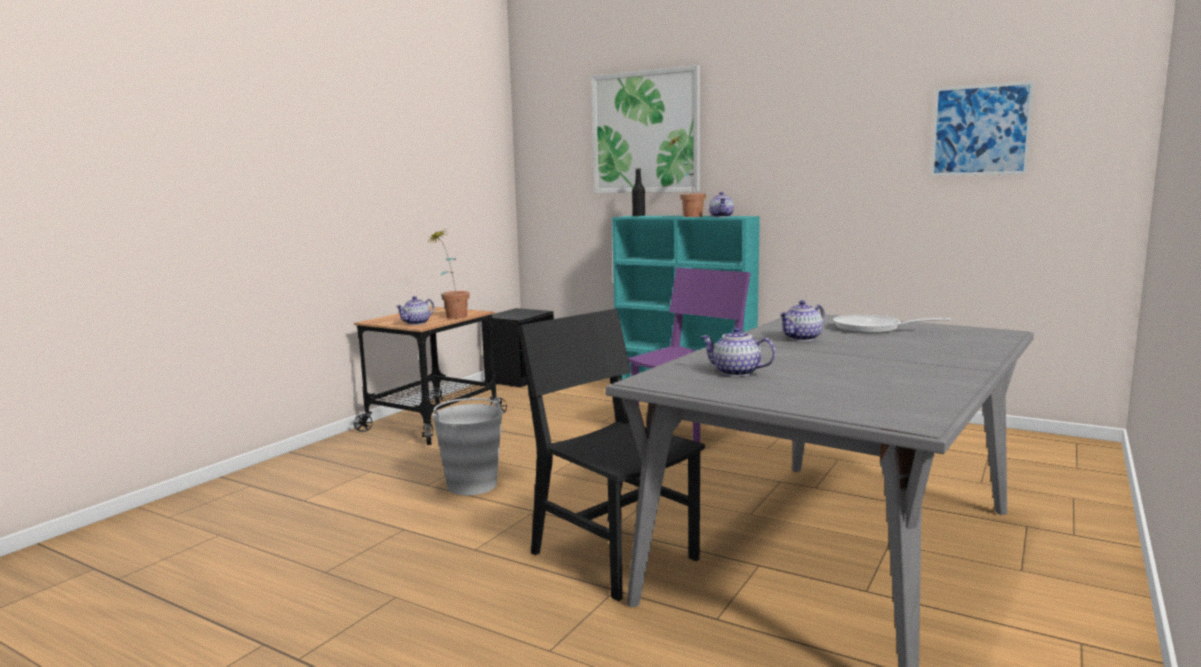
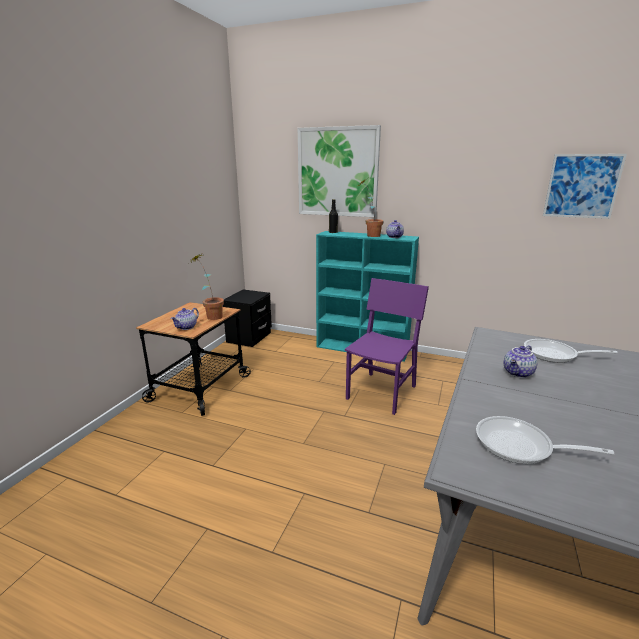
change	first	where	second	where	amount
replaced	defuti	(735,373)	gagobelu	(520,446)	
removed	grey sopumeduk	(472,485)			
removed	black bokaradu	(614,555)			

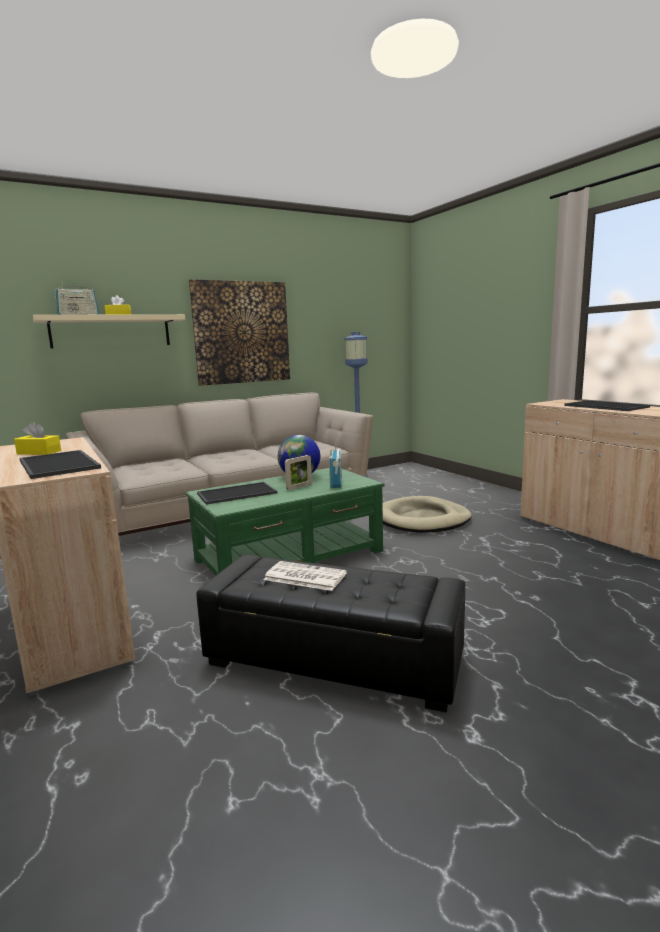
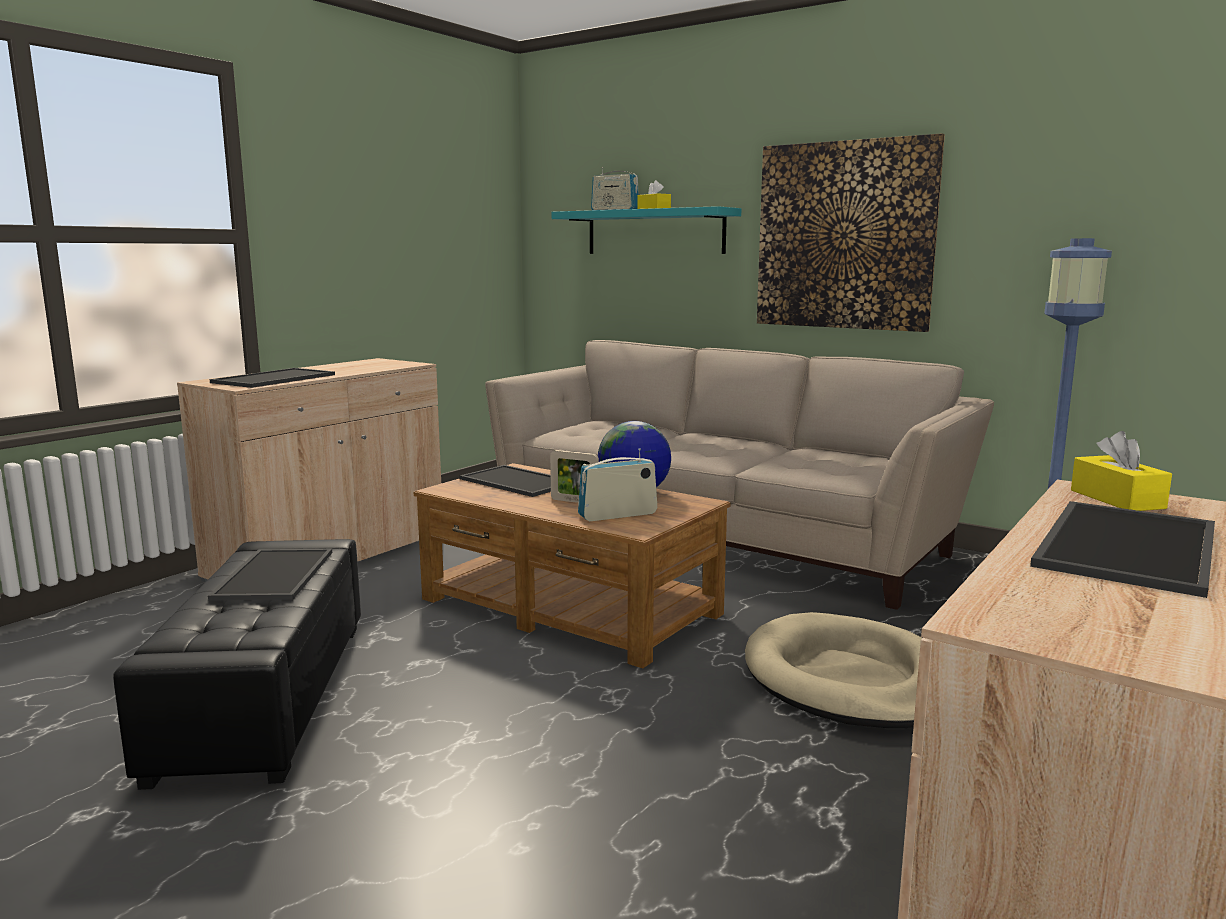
change	first	where	second	where	amount
replaced	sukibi	(304,577)	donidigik	(273,574)	
recoloured	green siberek	(290,555)	brown siberek	(570,607)	
recoloured	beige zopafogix	(111,331)	turquoise zopafogix	(654,232)	
moved	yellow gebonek	(39,452)		(1117,499)	

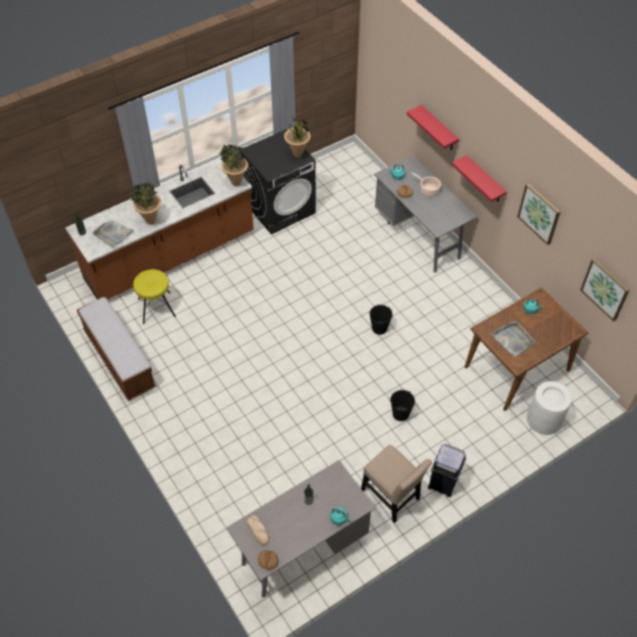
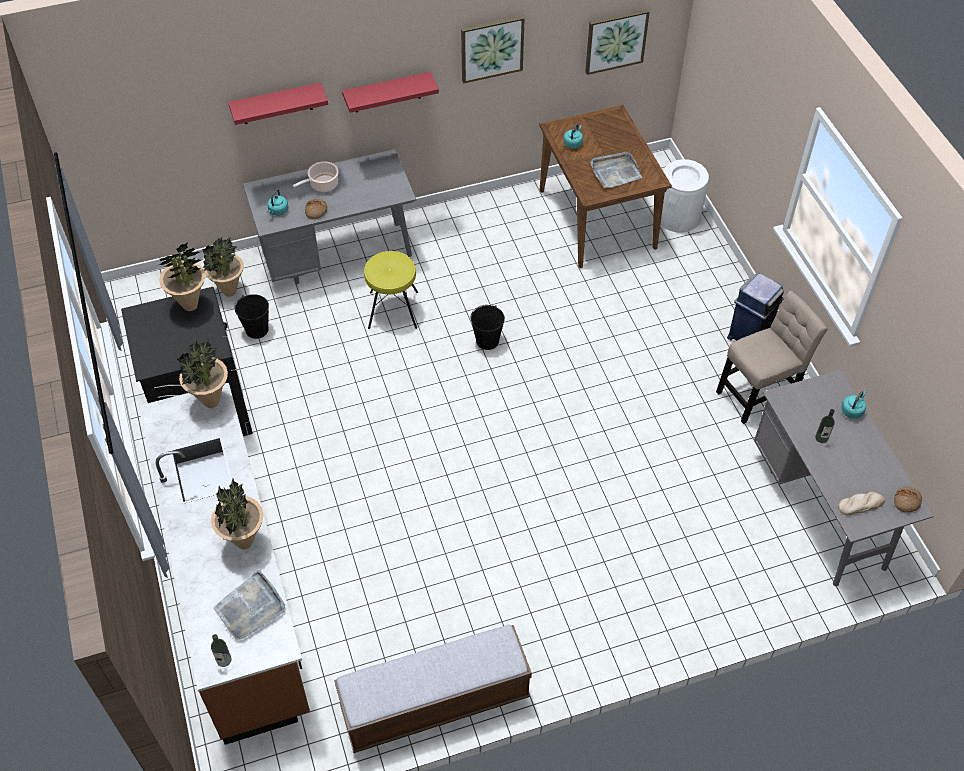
change	first	where	second	where	amount
added			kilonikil	(229,292)	
moved	black sopumeduk	(401,414)		(257,329)	
moved	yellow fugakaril	(156,308)		(393,310)	

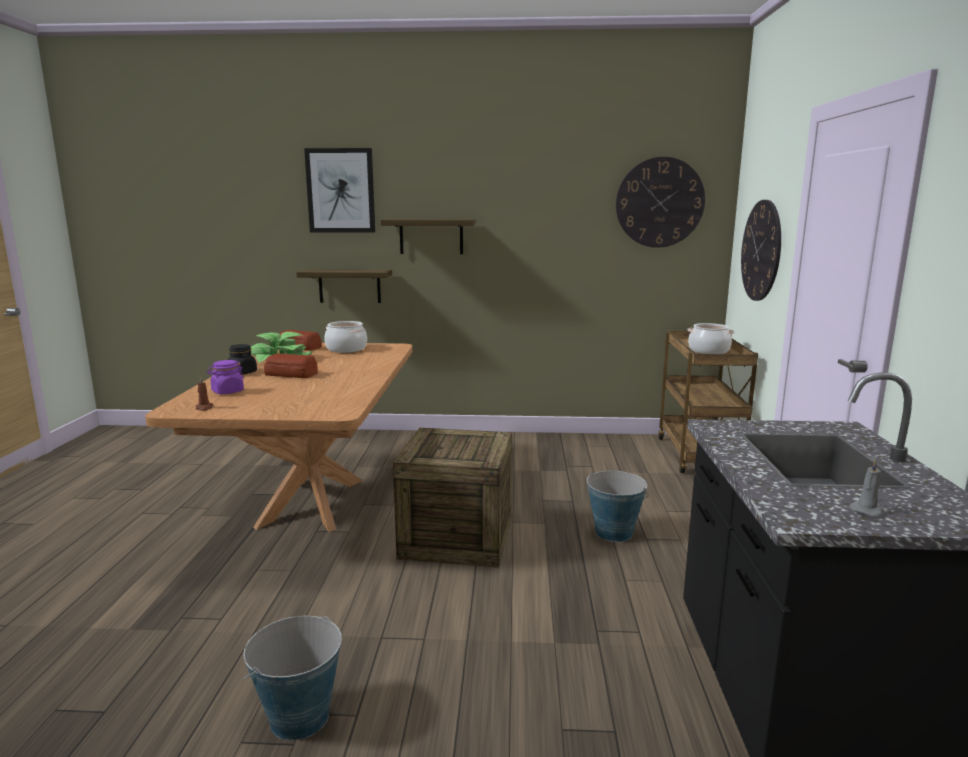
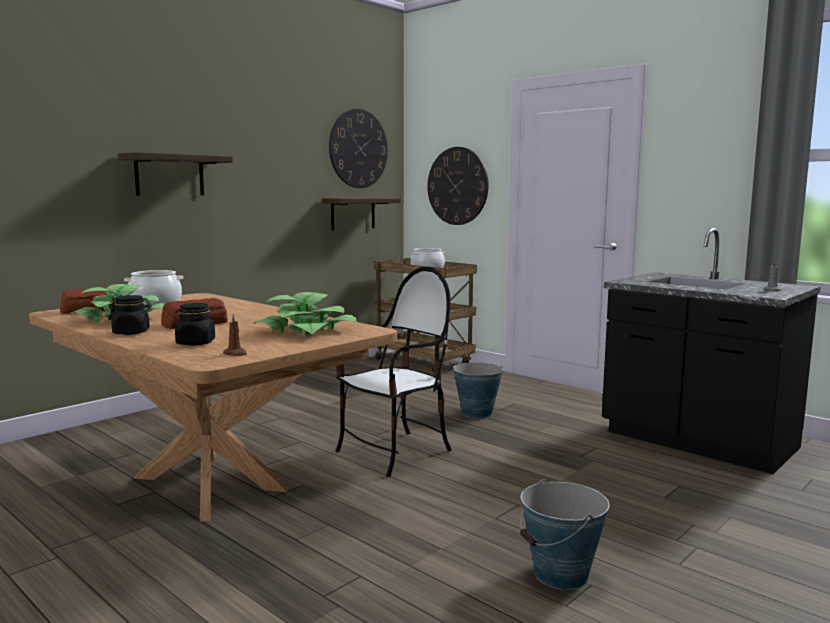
change	first	where	second	where	amount
recoloured	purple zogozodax	(227,392)	black zogozodax	(195,343)	
added			kilonikil	(306,331)	
moved	zopafogix	(349,286)		(353,213)	
replaced	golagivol	(457,537)	bokaradu	(395,453)	
removed	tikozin	(340,191)			

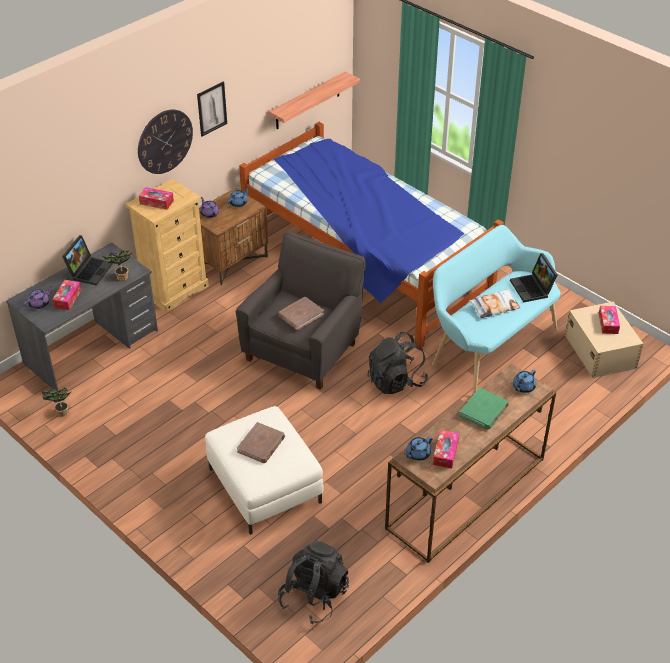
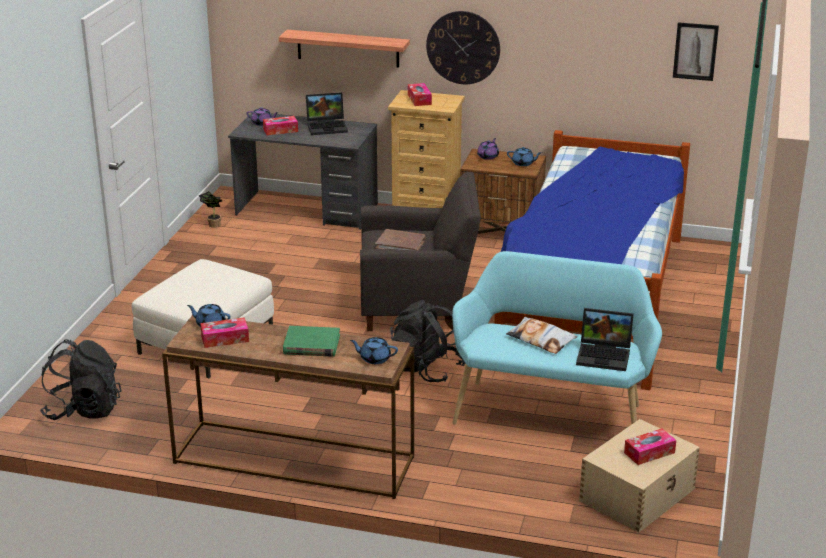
change	first	where	second	where	amount
moved	zopafogix	(308,101)		(348,48)	
turned	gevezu	(533,288)		(605,355)	120 degrees counterclockwise
moved	tikozin	(212,109)		(695,51)	
removed	kilonikil	(121,278)			
removed	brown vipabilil	(261,444)			

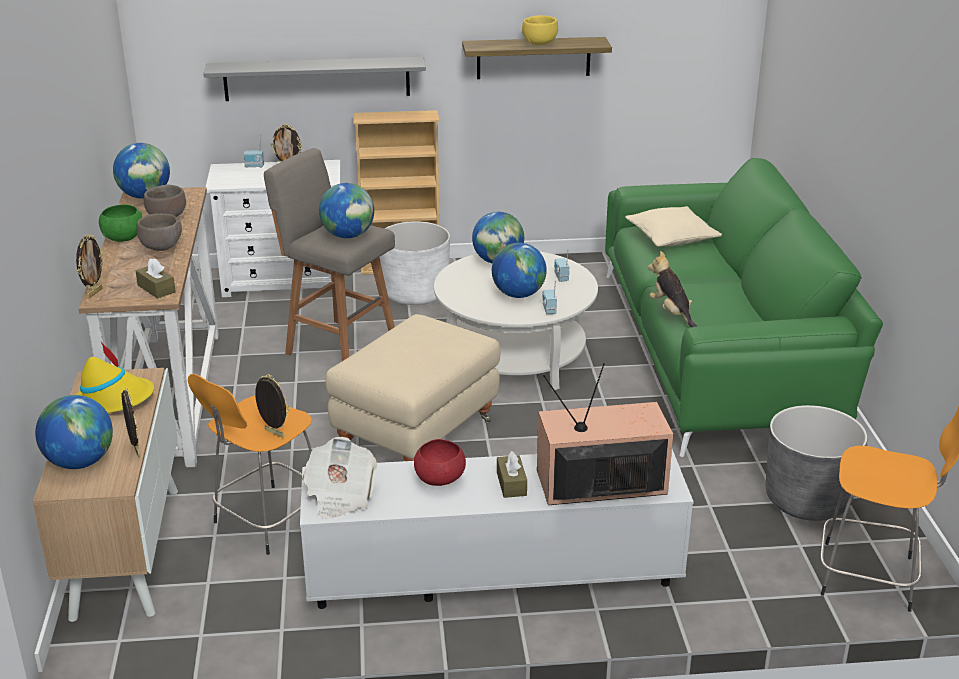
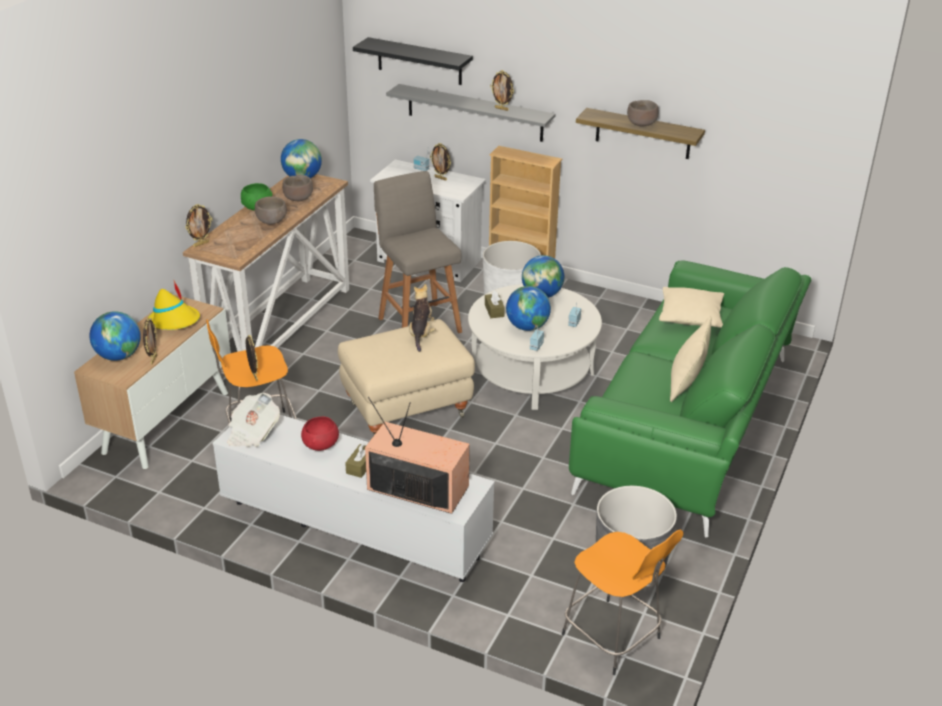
change	first	where	second	where	amount
added			black zopafogix	(419,61)	
moved	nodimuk	(671,313)		(421,334)	
moved	brown gebonek	(156,289)		(494,310)	
added			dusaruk	(502,109)	
recoloured	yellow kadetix	(539,44)	brown kadetix	(641,124)	
added			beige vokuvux	(686,385)	
removed	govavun	(348,235)			

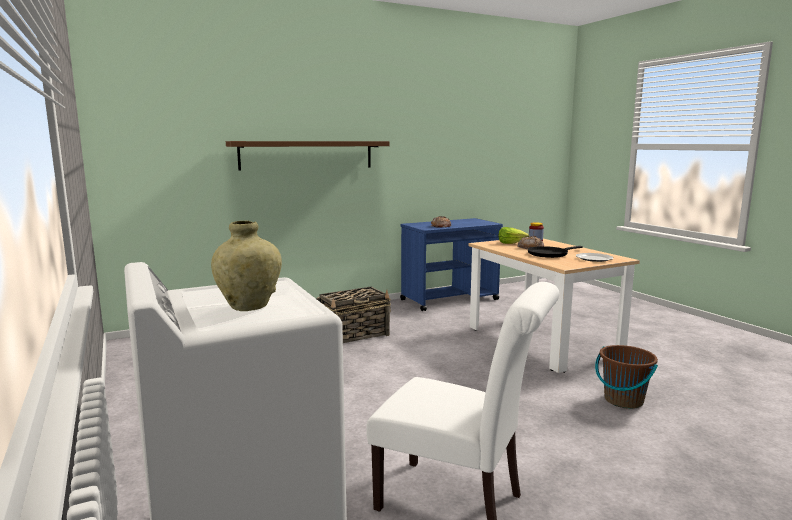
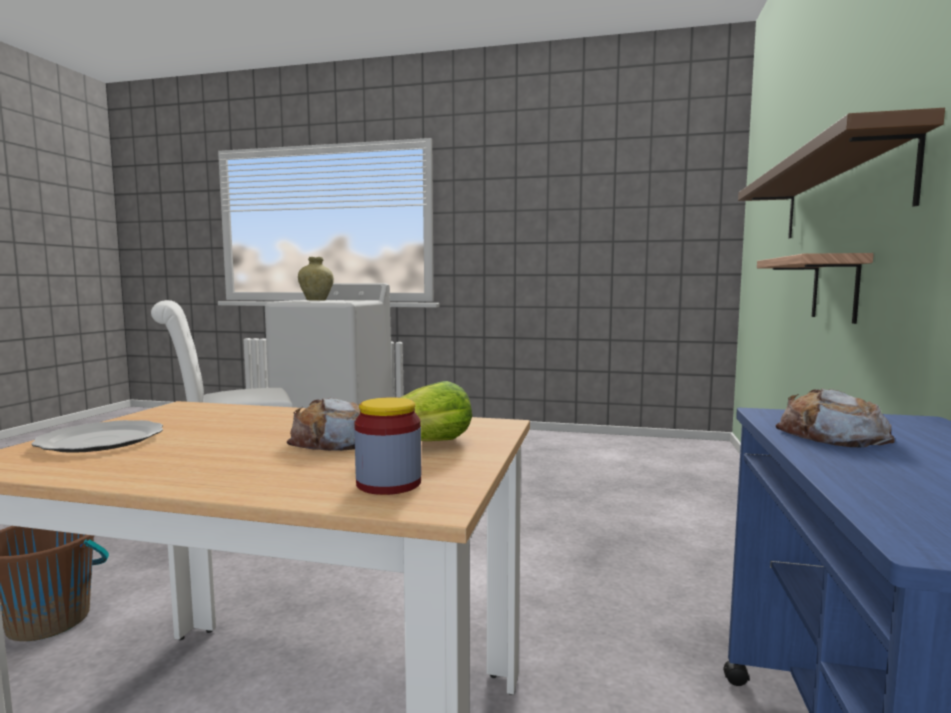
change	first	where	second	where	amount
added			zopafogix	(835,288)	
removed	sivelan	(354,335)			
removed	black gagobelu	(549,254)			

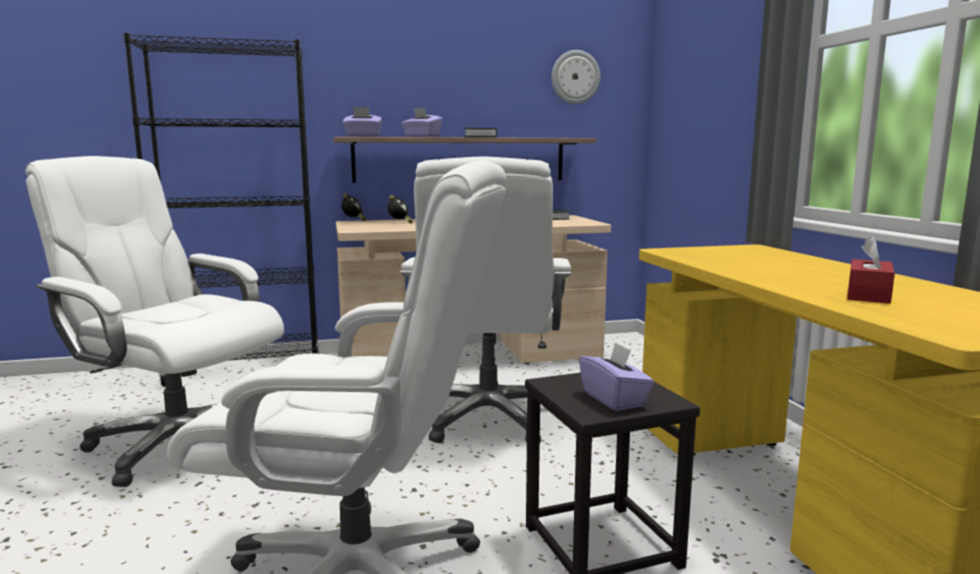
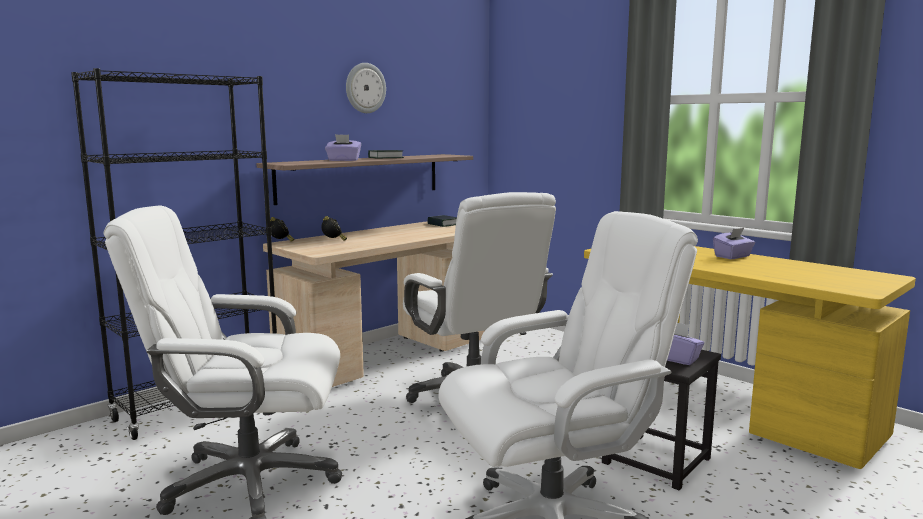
change	first	where	second	where	amount
moved	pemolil	(575,77)		(365,88)	
moved	purple gebonek	(362,136)		(733,256)	
removed	red gebonek	(868,295)			

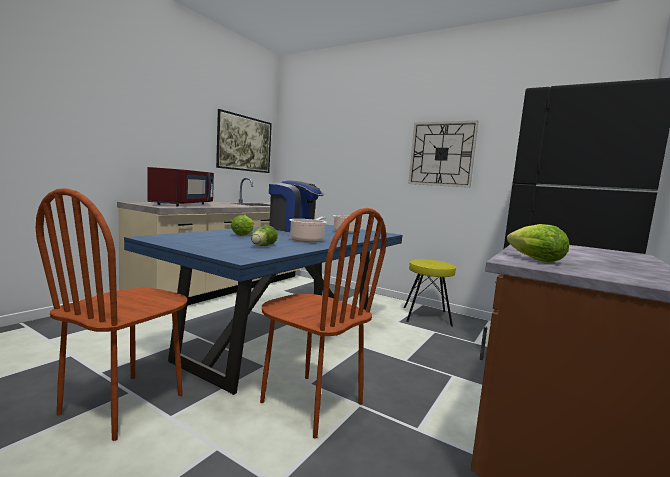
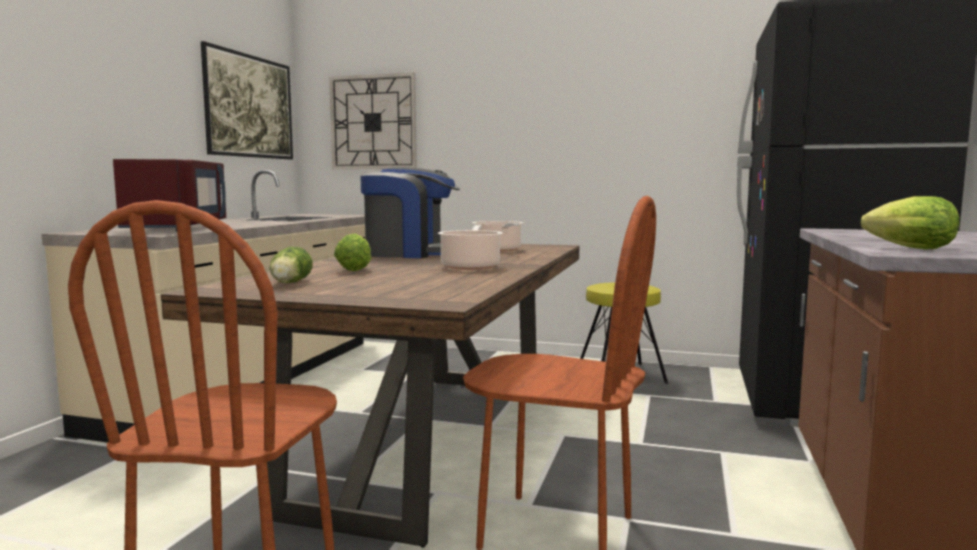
change	first	where	second	where	amount
recoloured	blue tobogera	(286,336)	brown tobogera	(431,440)	
moved	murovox	(262,246)		(289,283)	
moved	pemolil	(441,154)		(373,122)	

